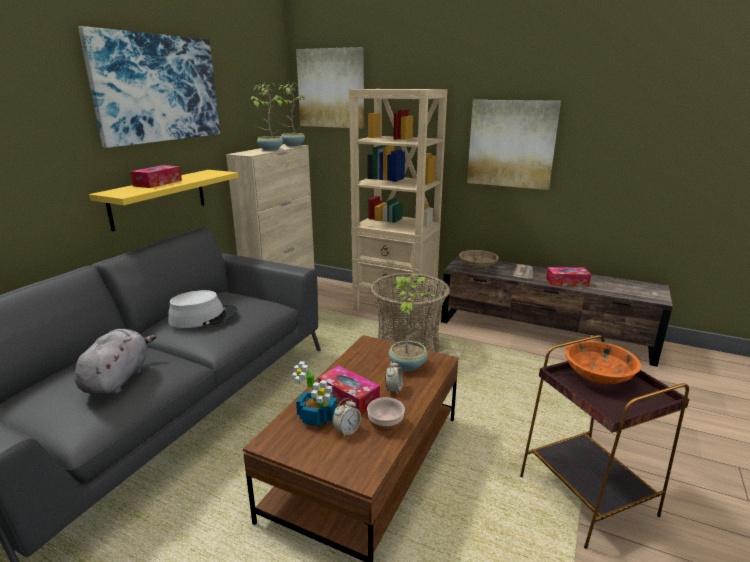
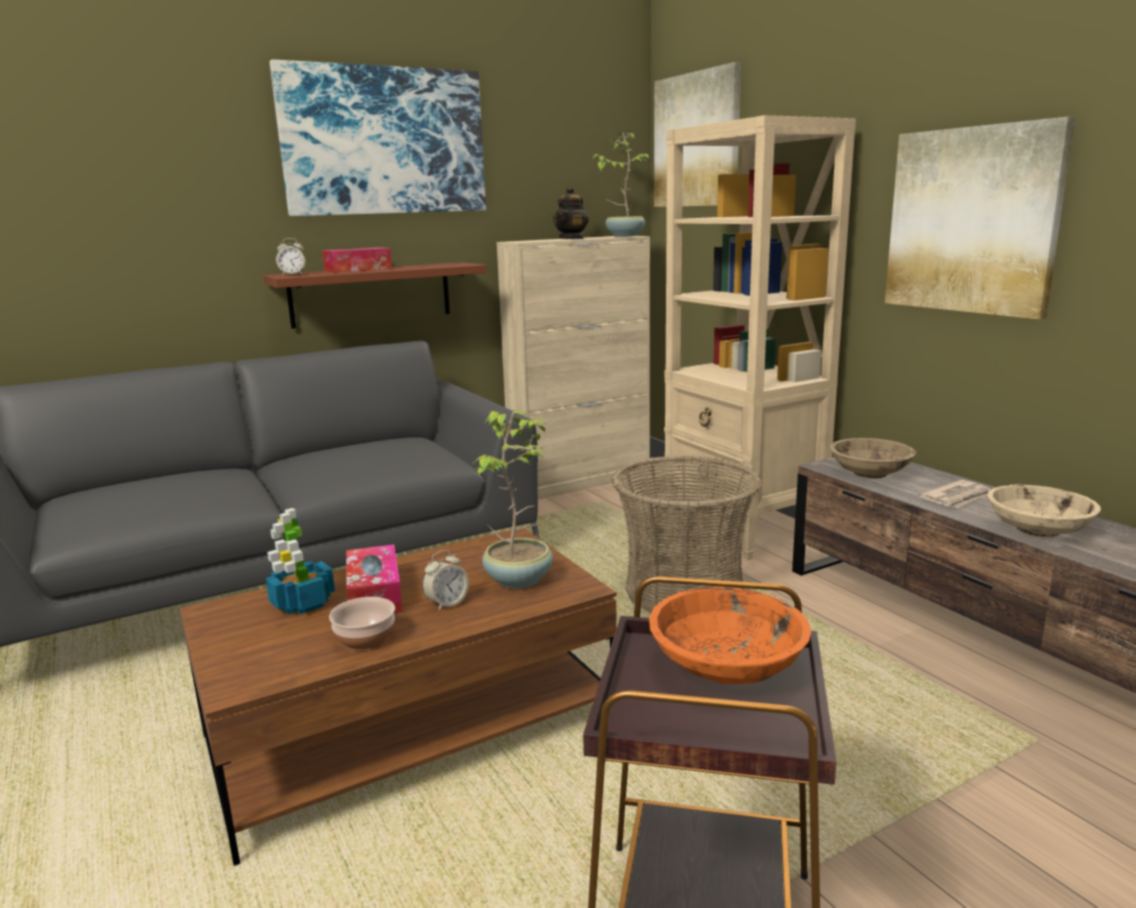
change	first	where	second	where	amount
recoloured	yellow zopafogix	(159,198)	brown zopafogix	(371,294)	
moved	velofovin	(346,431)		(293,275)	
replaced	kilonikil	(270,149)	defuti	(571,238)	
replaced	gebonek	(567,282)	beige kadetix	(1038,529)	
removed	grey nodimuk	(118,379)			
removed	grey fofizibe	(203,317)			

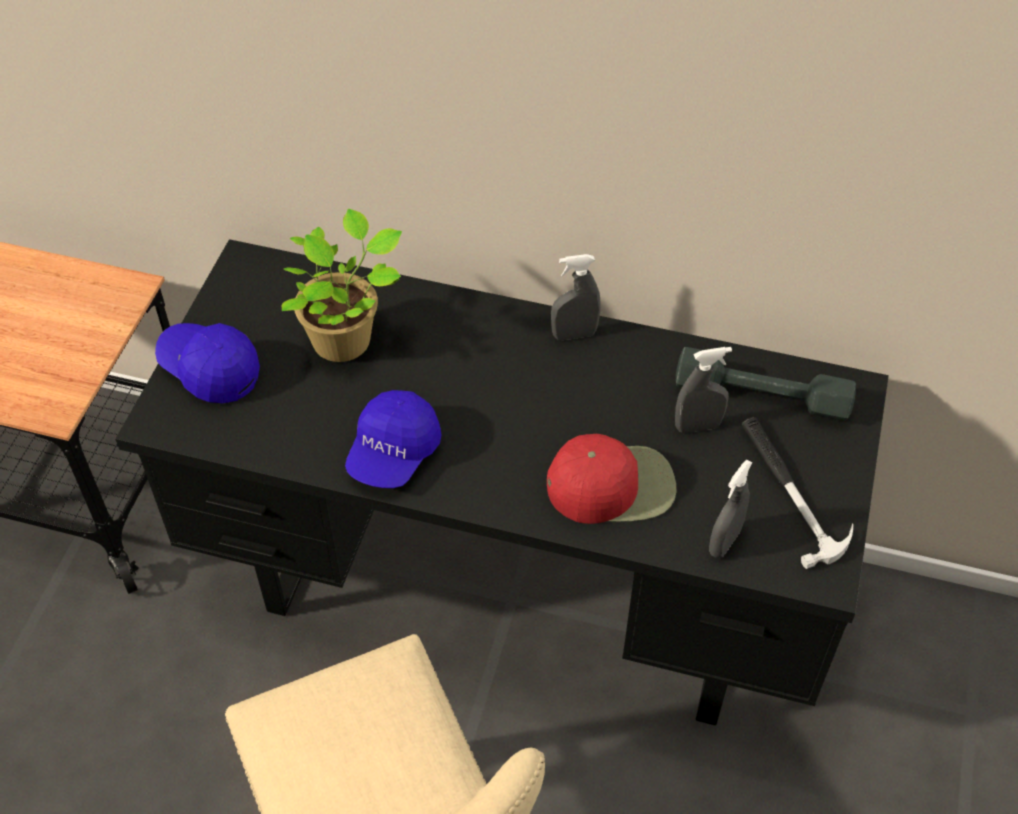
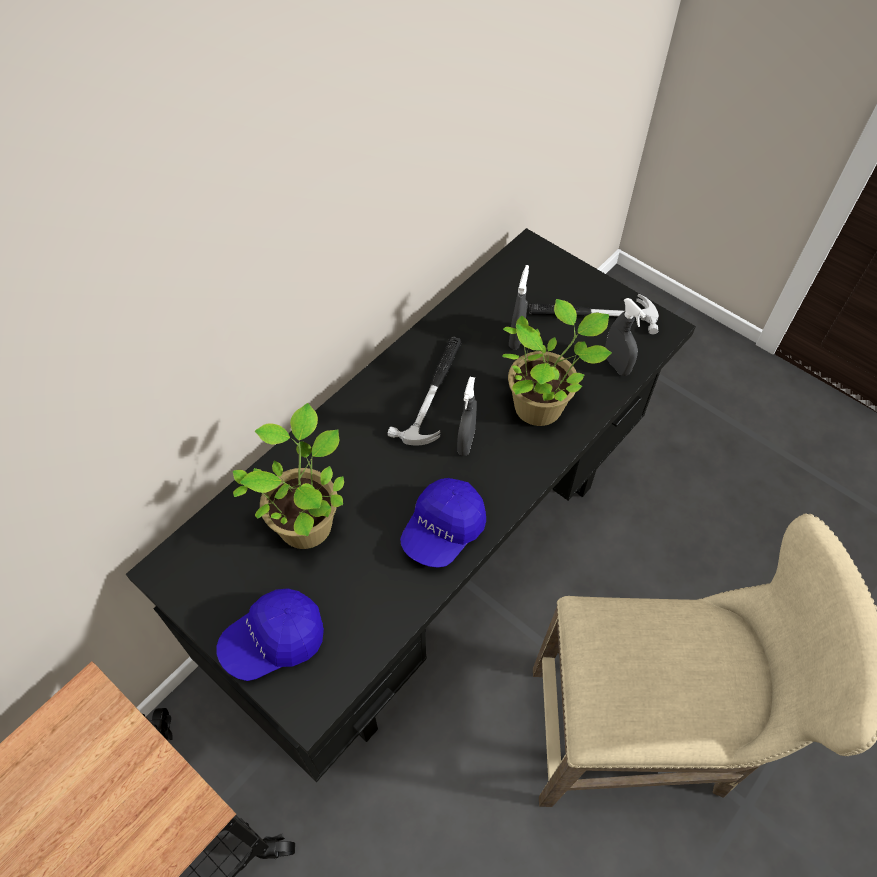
change	first	where	second	where	amount
added			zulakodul	(434,392)	
turned	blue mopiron	(393,453)		(443,530)	75 degrees clockwise
moved	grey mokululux	(574,334)		(466,442)	
replaced	red mopiron	(612,485)	kilonikil	(541,405)	
removed	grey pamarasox	(762,395)			

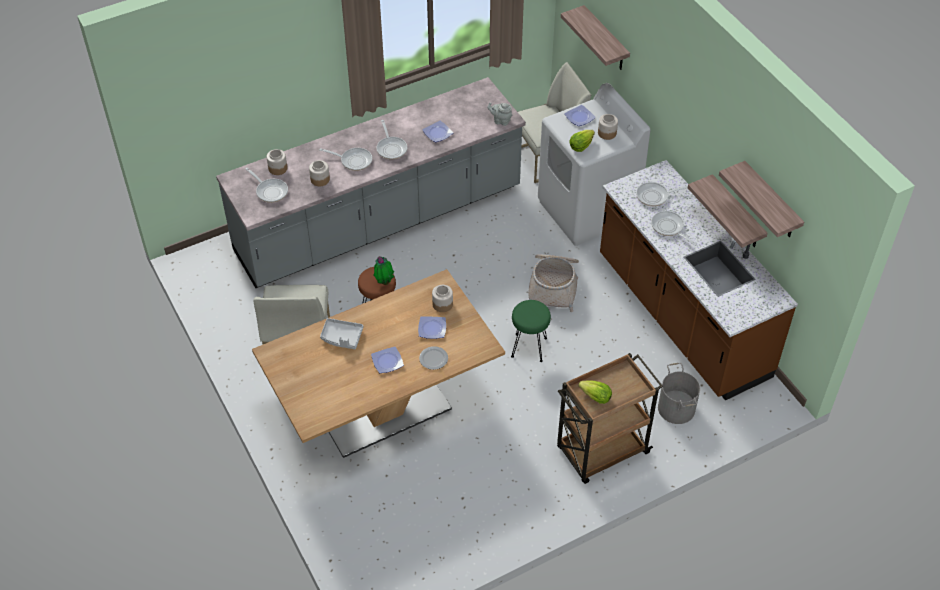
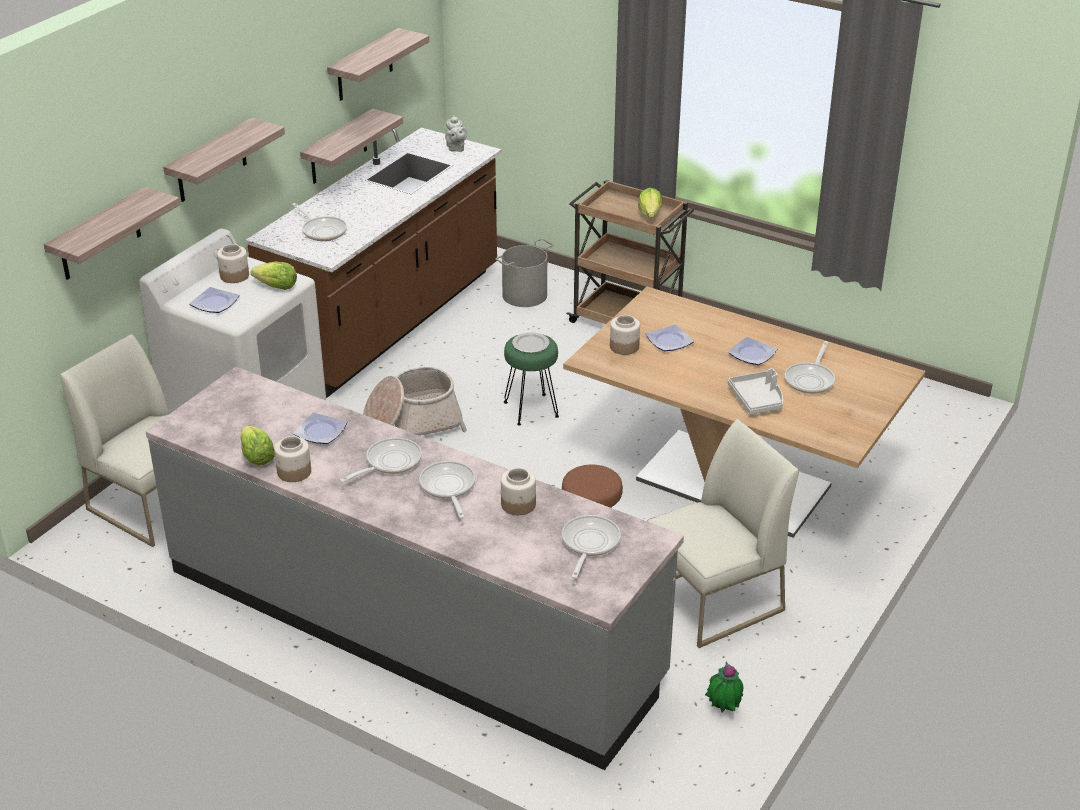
change	first	where	second	where	amount
added			zopafogix	(211,162)	
added			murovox	(257,457)	
moved	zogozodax	(277,168)		(294,472)	
moved	grey defuti	(500,121)		(455,148)	
moved	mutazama	(434,359)		(531,344)	
moved	kilonikil	(384,282)		(723,711)	
moved	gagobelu	(669,228)		(811,379)	

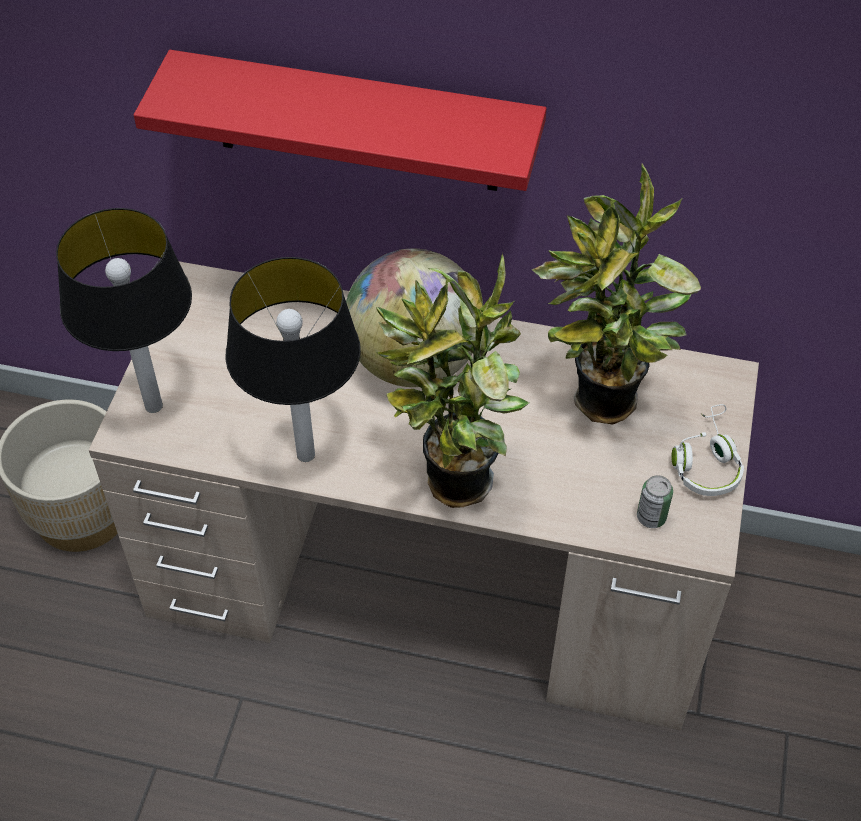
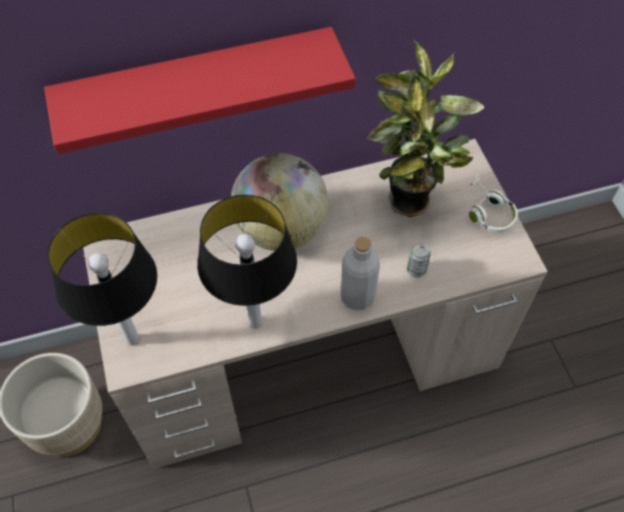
change	first	where	second	where	amount
replaced	kilonikil	(452,485)	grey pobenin	(357,296)	
moved	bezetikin	(651,517)		(416,270)	

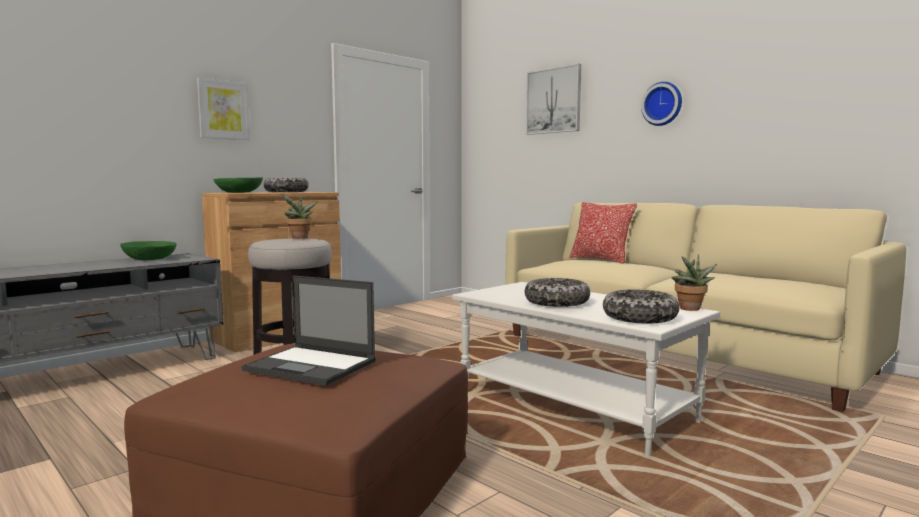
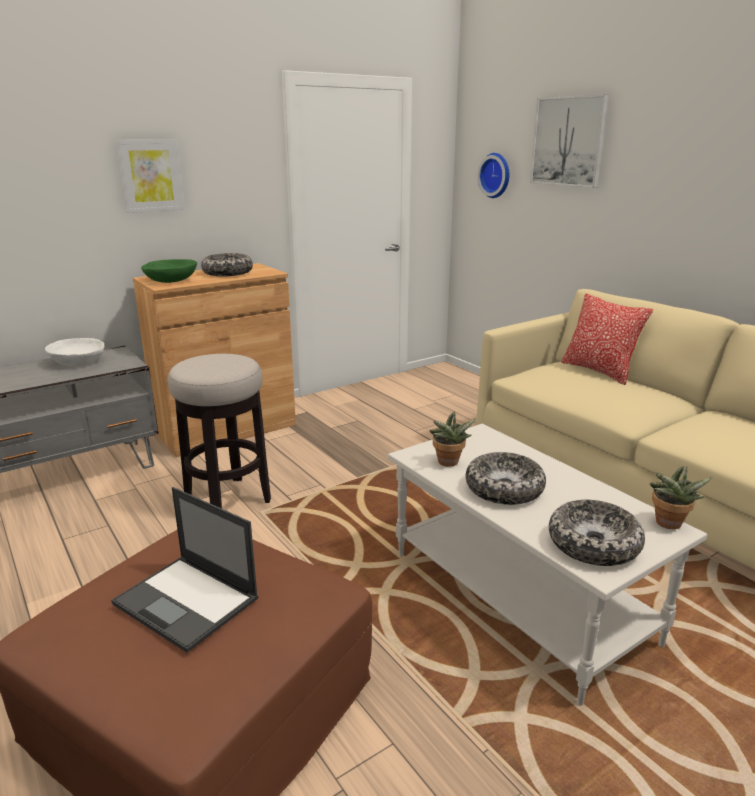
change	first	where	second	where	amount
recoloured	green kadetix	(149,259)	white kadetix	(78,362)	
moved	kilonikil	(299,238)		(448,463)	
moved	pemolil	(663,104)		(496,175)	

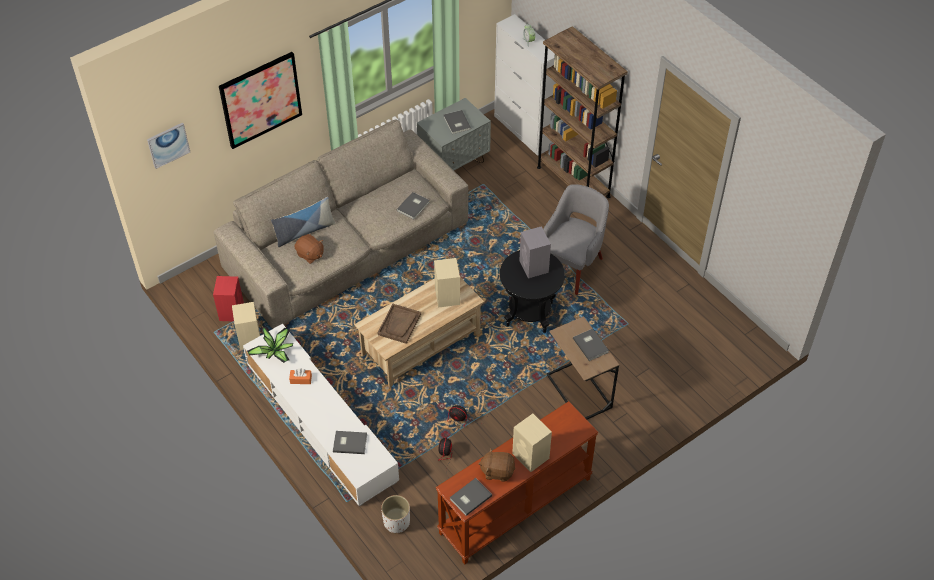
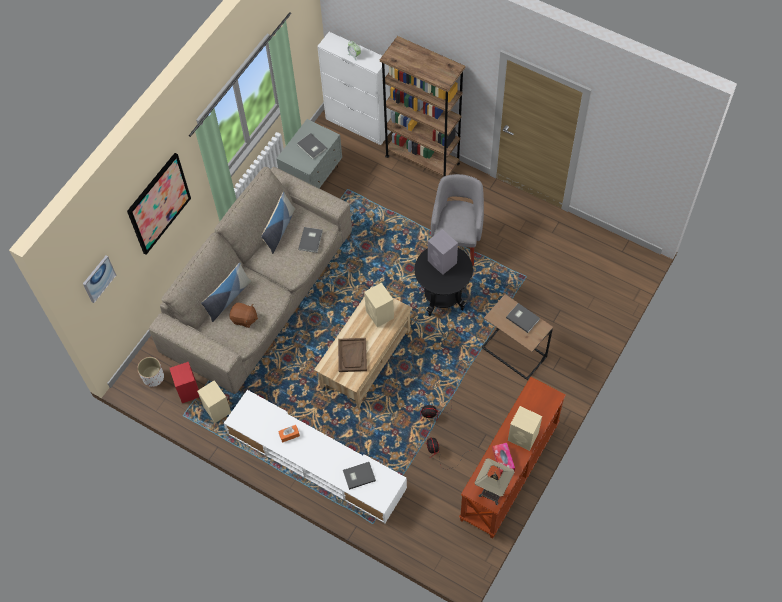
change	first	where	second	where	amount
moved	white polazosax	(396,522)		(153,377)	
added			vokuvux	(279,229)	
replaced	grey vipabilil	(469,497)	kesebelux	(492,491)	
replaced	brown nodimuk	(497,471)	gebonek	(503,460)	
removed	kilonikil	(275,351)			

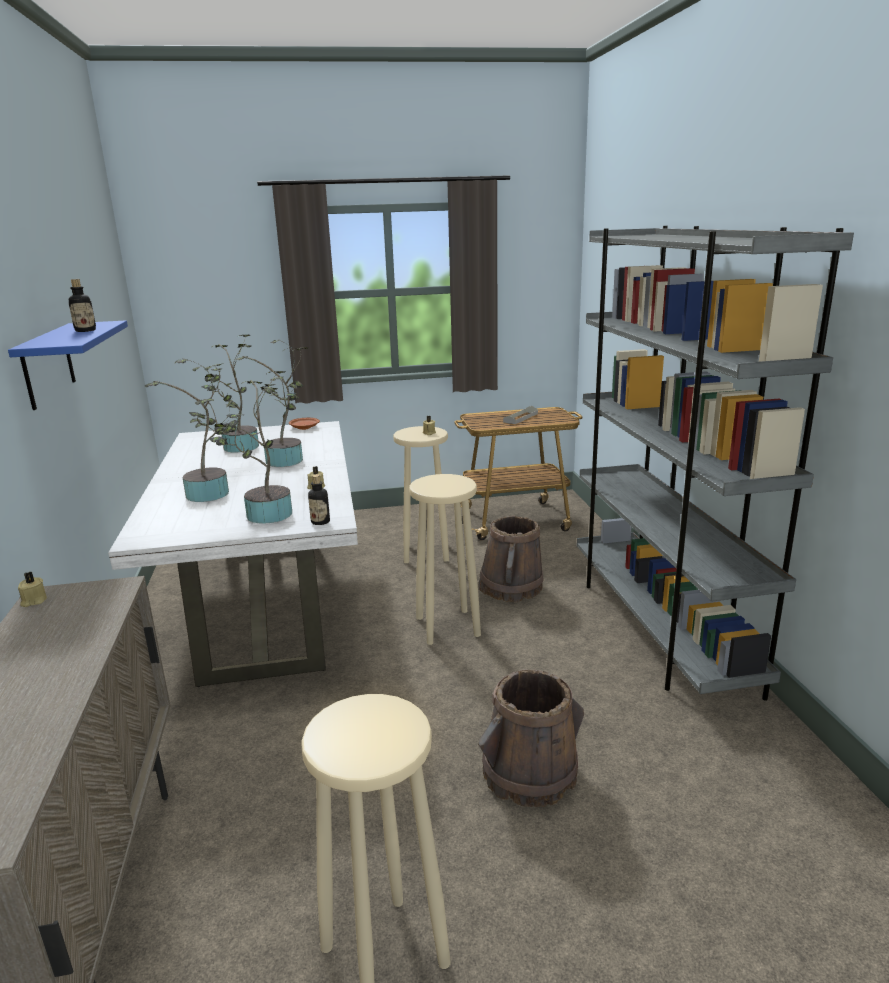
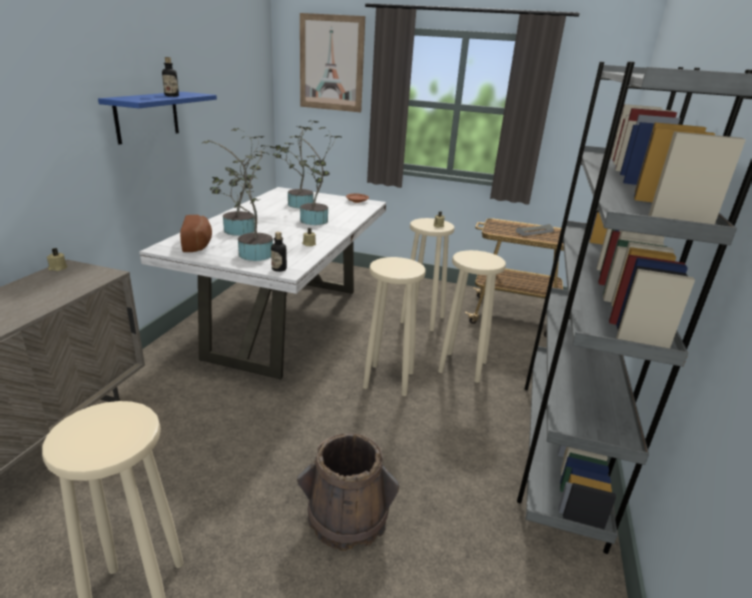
change	first	where	second	where	amount
added			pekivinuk	(199,243)	
added			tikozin	(331,63)	
replaced	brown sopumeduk	(511,587)	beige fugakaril	(462,367)	

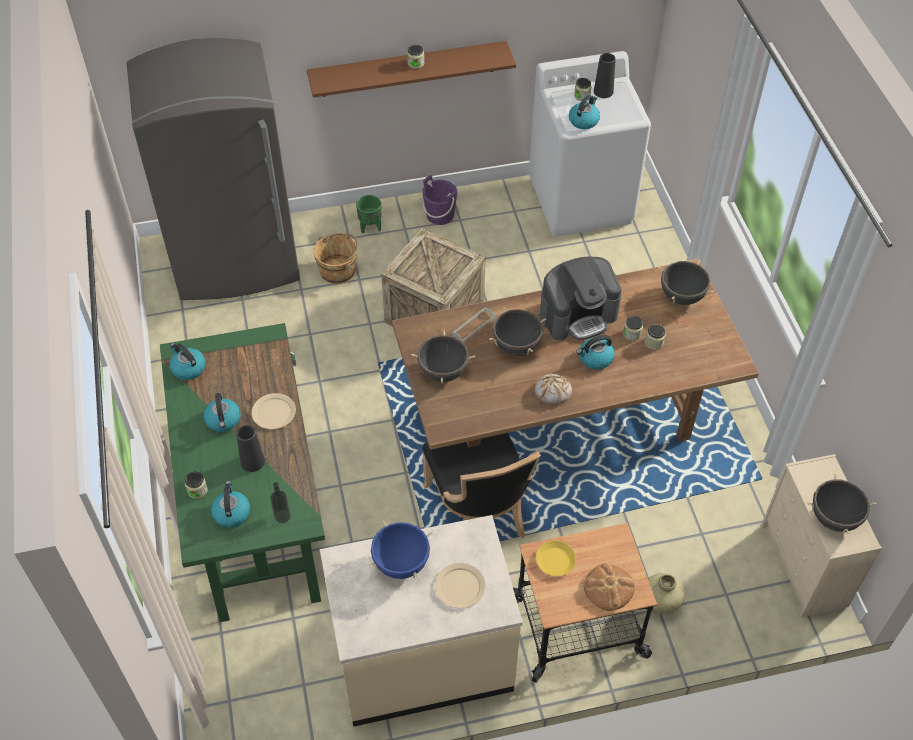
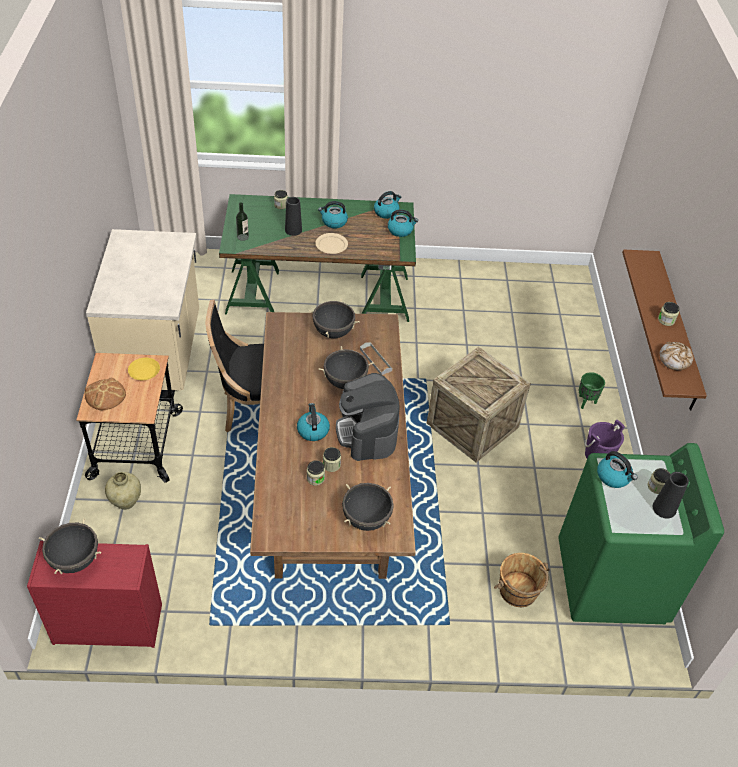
change	first	where	second	where	amount
recoloured	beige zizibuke	(804,567)	red zizibuke	(106,624)	
moved	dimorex	(231,513)		(400,230)	
moved	brown sopumeduk	(338,270)		(518,591)	
recoloured	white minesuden	(581,201)	green minesuden	(611,581)	
moved	pekivinuk	(553,392)		(674,359)	
removed	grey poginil	(236,261)			
removed	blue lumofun	(401,563)			
removed	beige mutazama	(459,586)			

